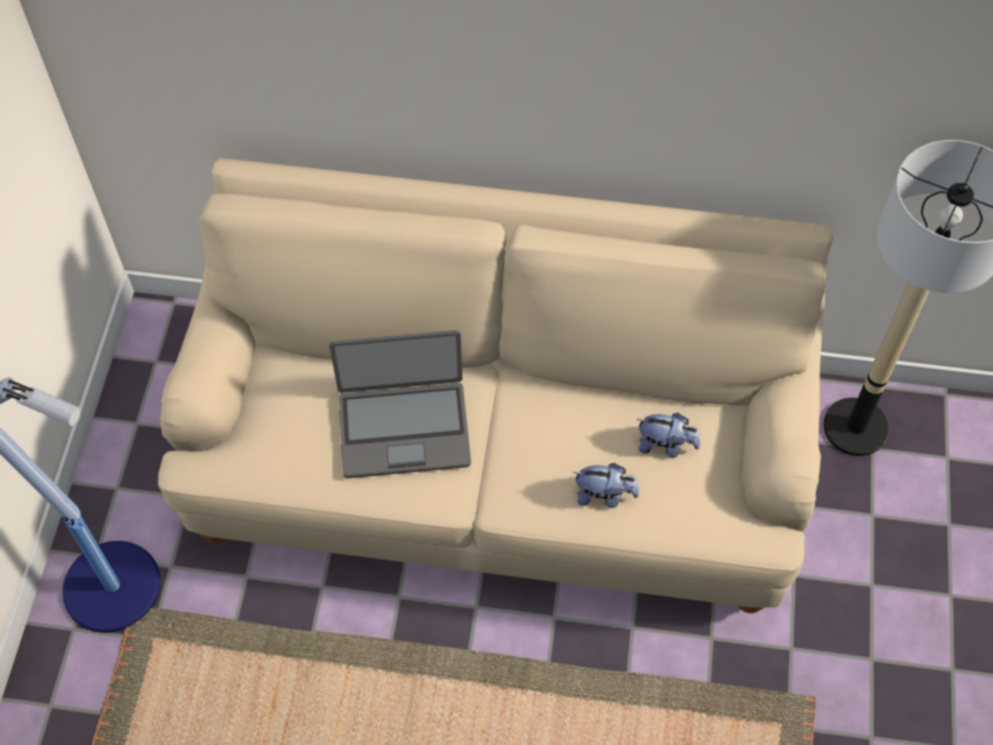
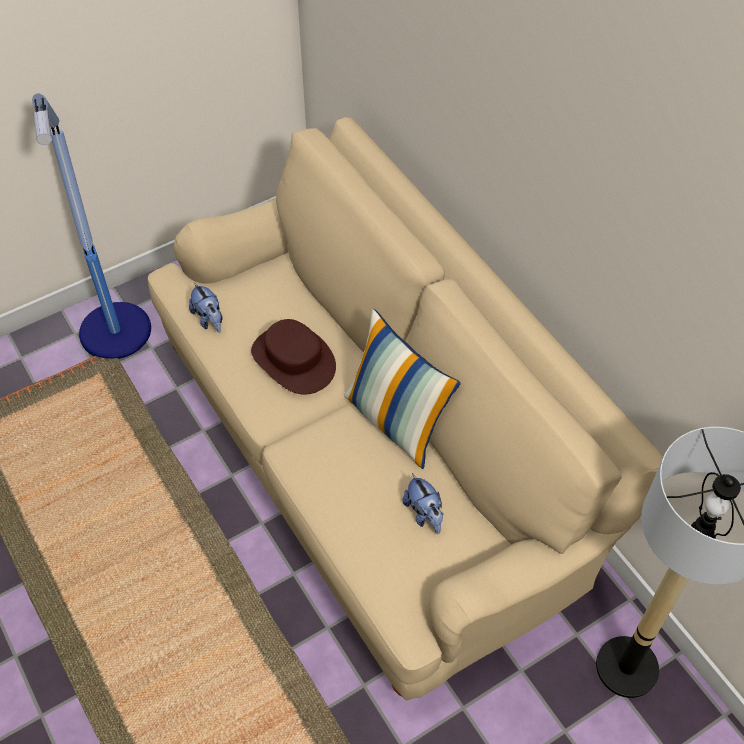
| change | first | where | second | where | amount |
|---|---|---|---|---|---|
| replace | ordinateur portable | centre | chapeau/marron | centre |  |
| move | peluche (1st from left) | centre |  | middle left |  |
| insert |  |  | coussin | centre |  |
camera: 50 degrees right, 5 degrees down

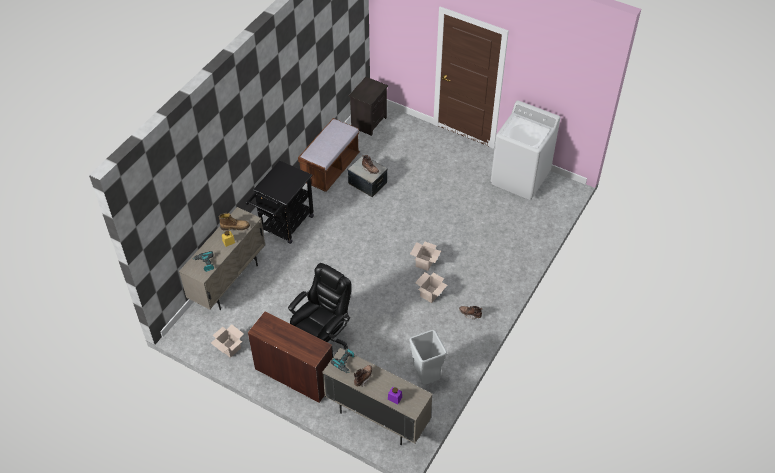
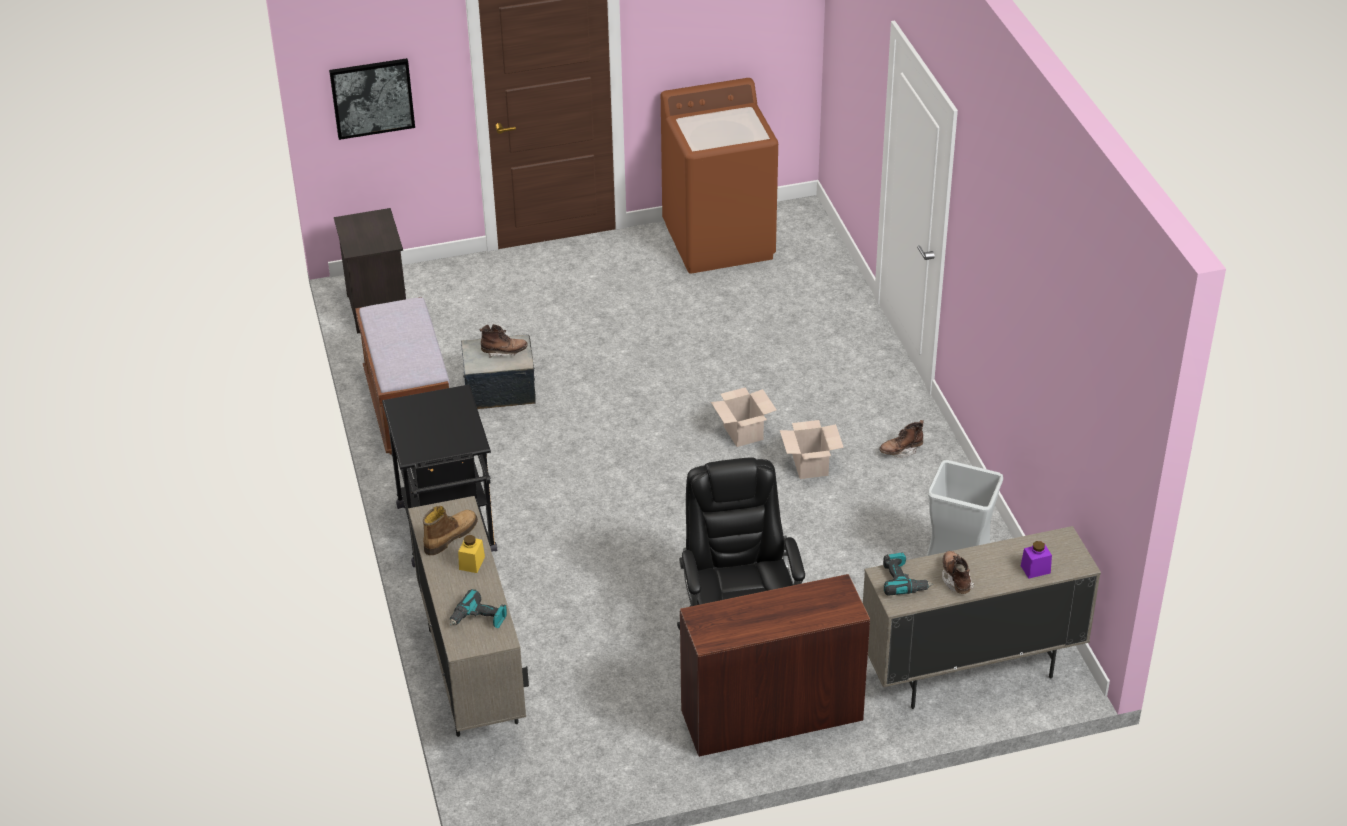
| change | first | where | second | where | amount |
|---|---|---|---|---|---|
| delete | carton (1st from left) | bottom left |  |  |  |
| recolor | lave-linge/blanc | top right | lave-linge/marron | top centre |  |
| insert |  |  | tableau | top left |  |
camera: 45 degrees left, 10 degrees down

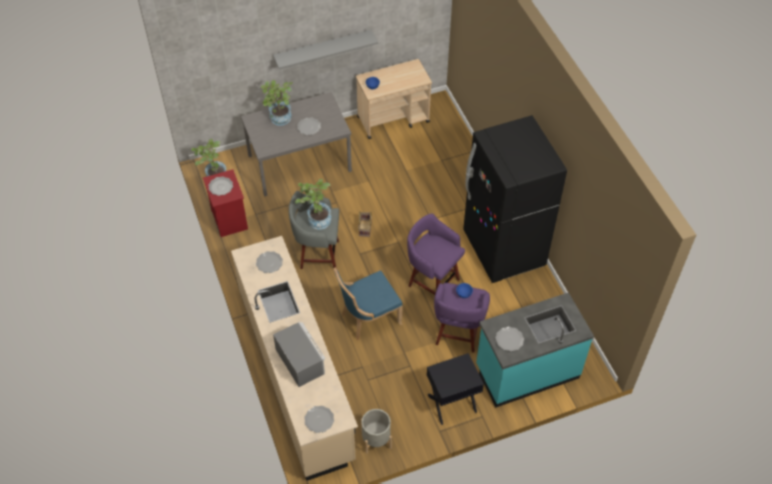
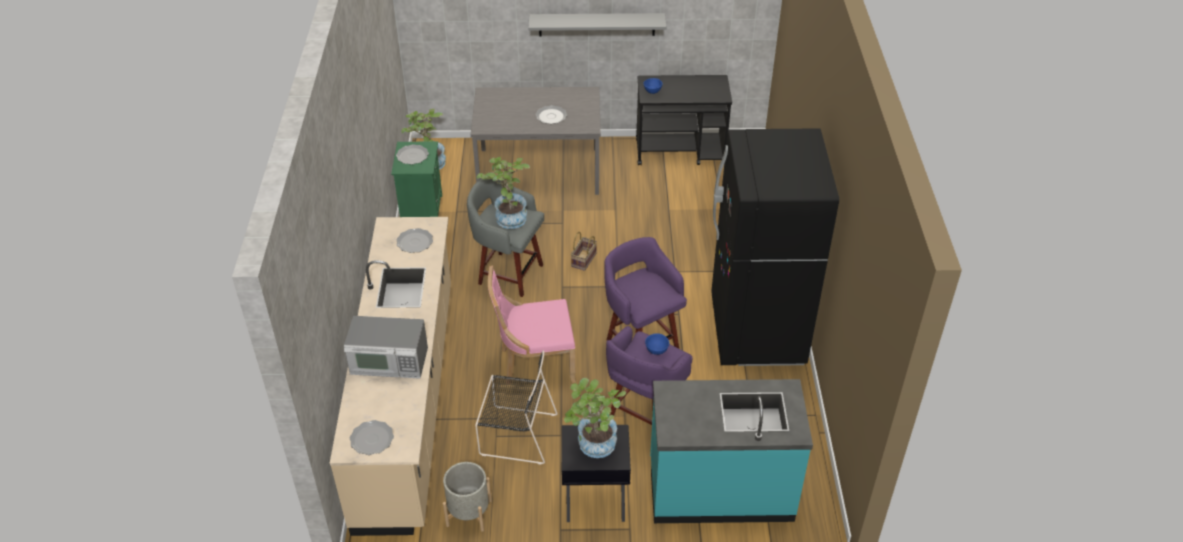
| change | first | where | second | where | amount |
|---|---|---|---|---|---|
| recolor | table de chevet/rouge | middle left | table de chevet/vert | top centre |  |
| move | plante en pot (2nd from left in the first image) | top centre | plante en pot (3rd from left) | bottom centre |  |
| rotate | micro-ondes | bottom centre |  | middle left | 105 degrees clockwise |
| recolor | chaise/bleu | centre | chaise/rose | centre |  |
| recolor | chariot/beige | top centre | chariot/noir | top centre |  |
| delete | assiette (5th from left) | bottom centre |  |  |  |
| insert |  |  | chaise/noir | bottom centre |  |
camera: 20 degrees right, 10 degrees down

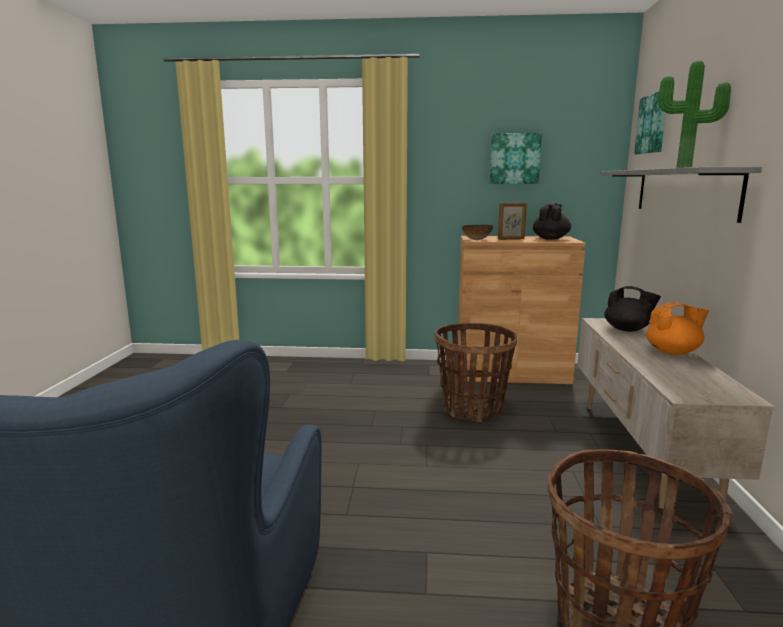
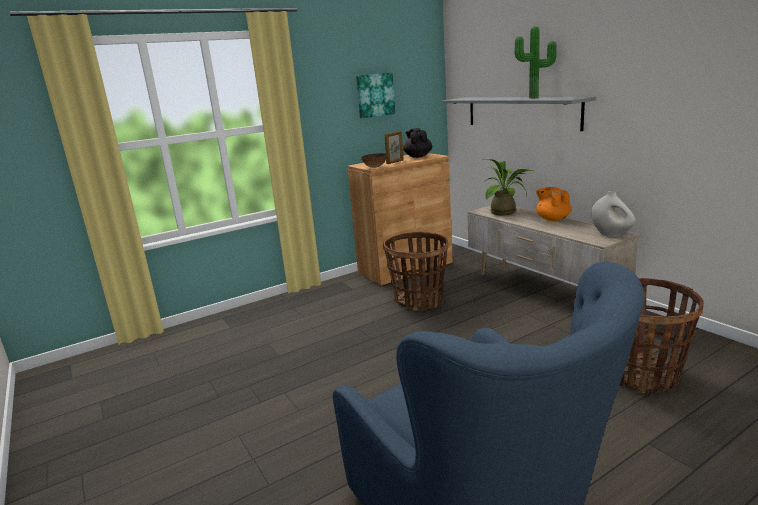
| change | first | where | second | where | amount |
|---|---|---|---|---|---|
| replace | théière/noir (2nd from left) | middle right | plante en pot (1st from left) | middle right |  |
| delete | tableau (2nd from left) | top right |  |  |  |
| rotate | théière/orange | middle right |  | middle right | 75 degrees counterclockwise |
| insert |  |  | vase/blanc | middle right |  |
camera: 35 degrees left, 5 degrees up

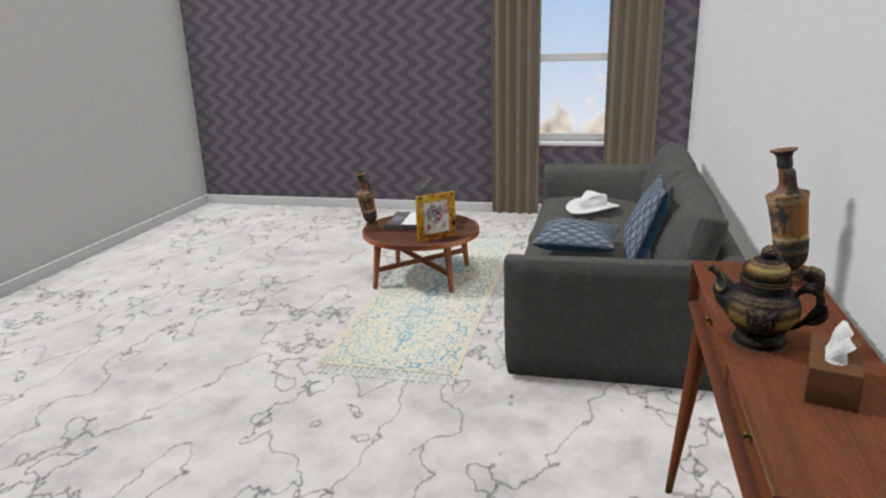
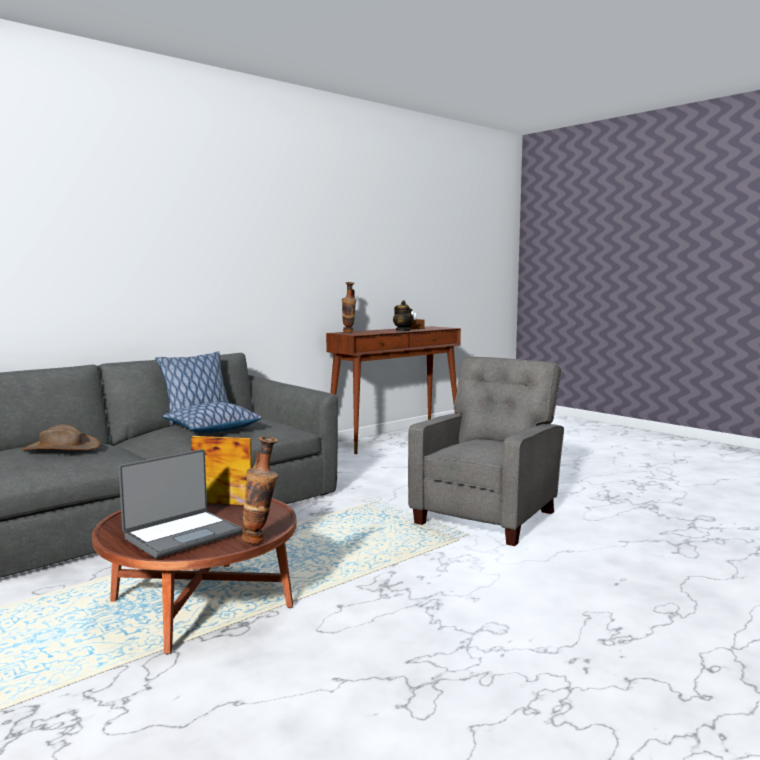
| change | first | where | second | where | amount |
|---|---|---|---|---|---|
| recolor | chapeau/blanc | middle right | chapeau/marron | middle left |  |
| insert |  |  | fauteuil/gris | centre |  |
camera: 145 degrees left, 10 degrees down

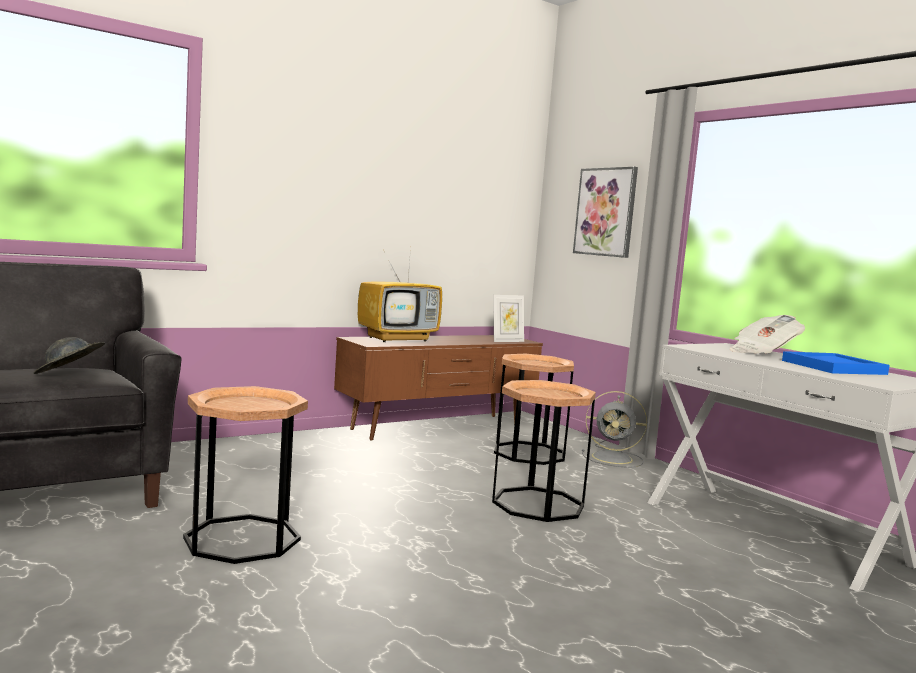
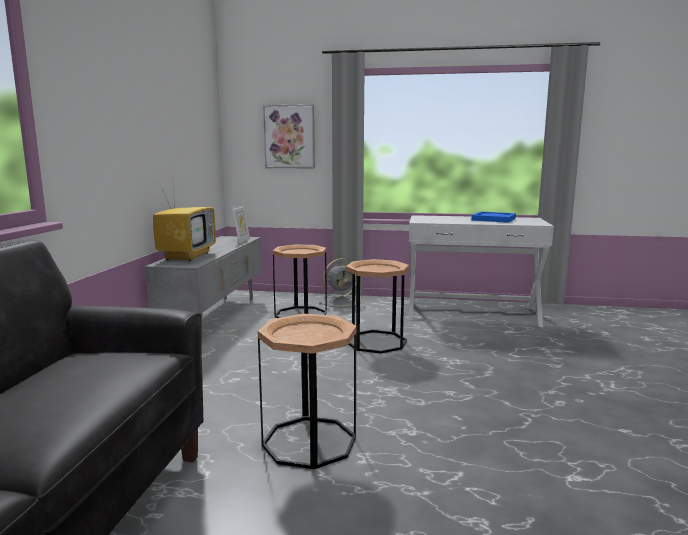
| change | first | where | second | where | amount |
|---|---|---|---|---|---|
| delete | chapeau/gris | middle left |  |  |  |
| recolor | meuble télé/marron | centre | meuble télé/gris | middle left |  |
| delete | journal | middle right |  |  |  |
camera: 45 degrees left, 5 degrees up

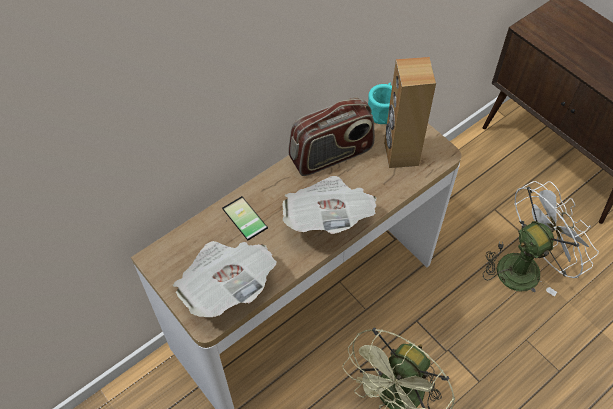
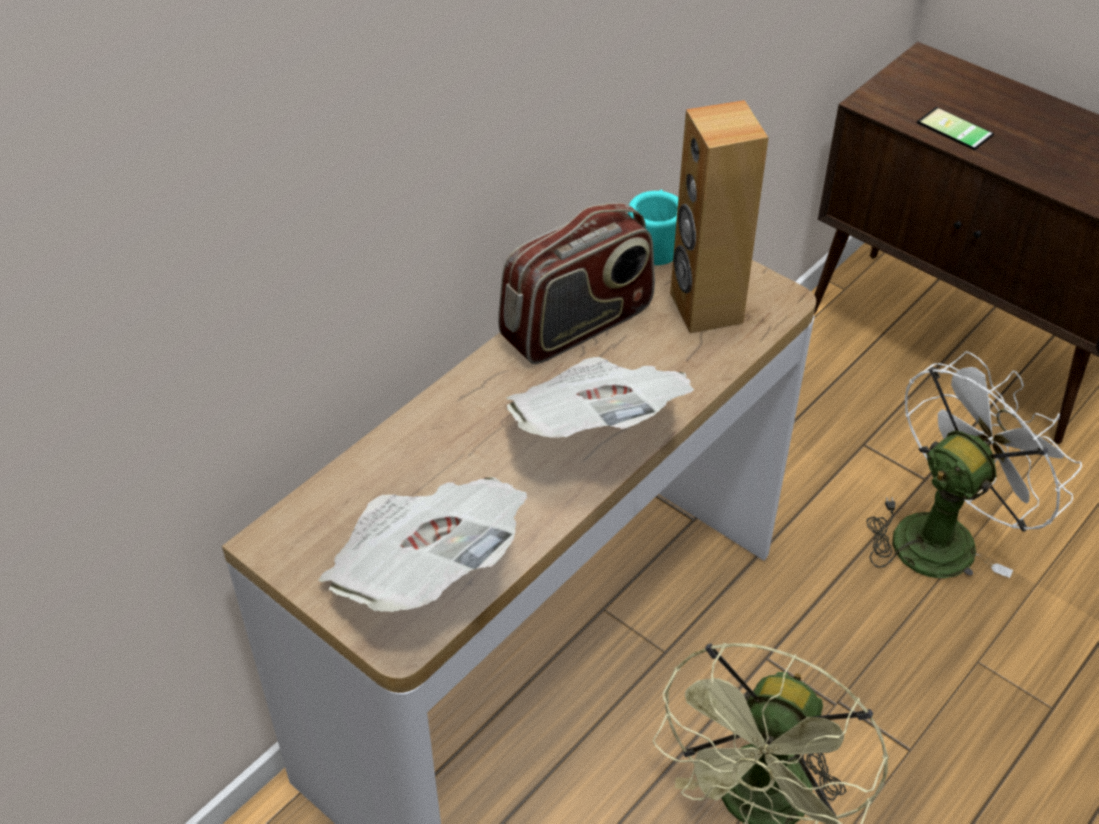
| change | first | where | second | where | amount |
|---|---|---|---|---|---|
| move | téléphone | centre |  | top right |  |
camera: 10 degrees left, 10 degrees down

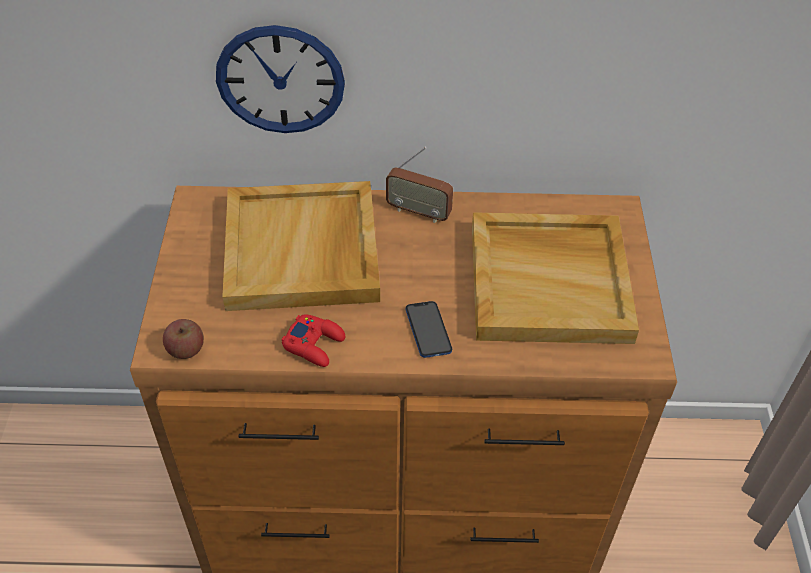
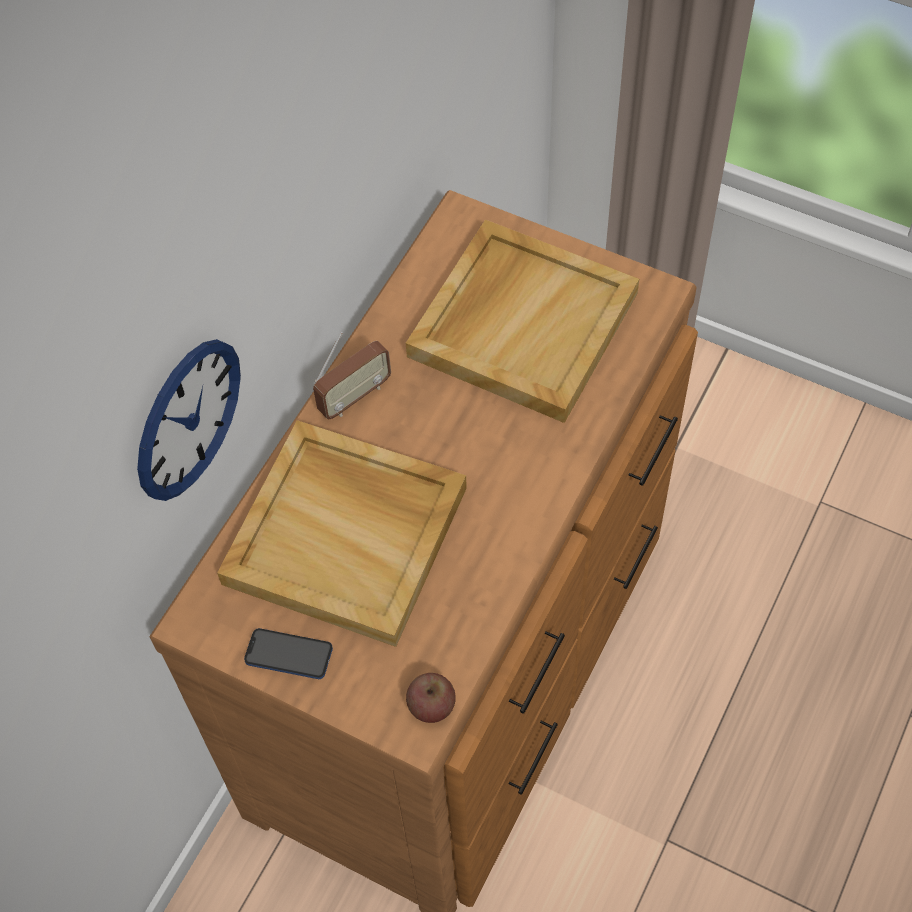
| change | first | where | second | where | amount |
|---|---|---|---|---|---|
| delete | manette/rouge | centre |  |  |  |
| move | téléphone | centre |  | bottom left |  |
camera: 60 degrees left, 10 degrees up

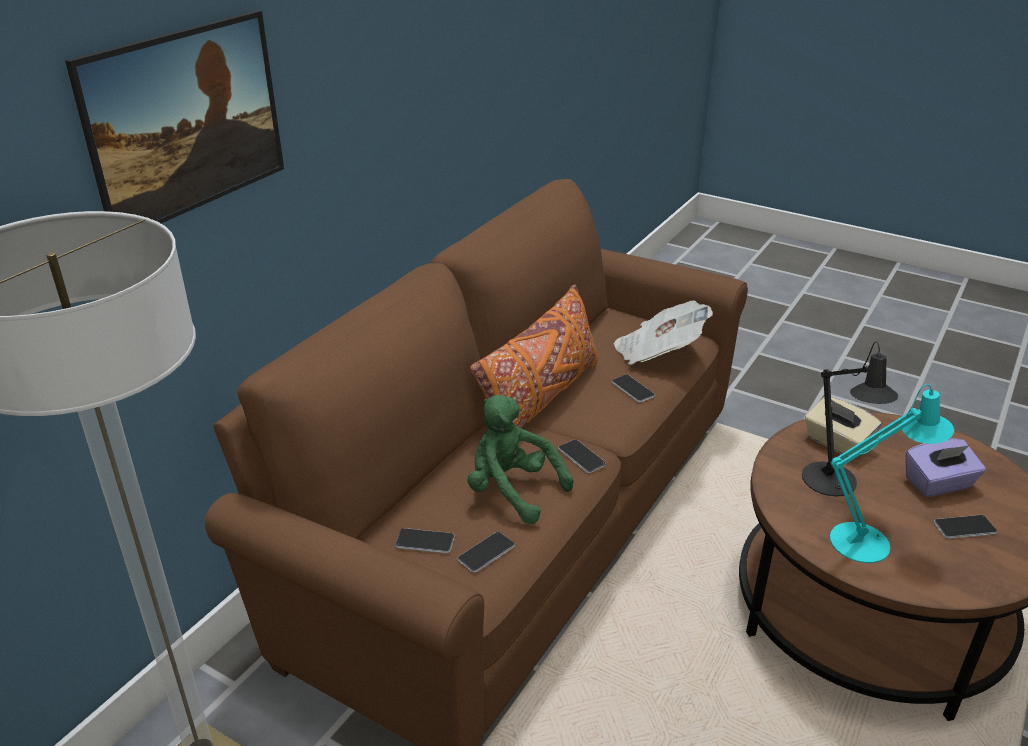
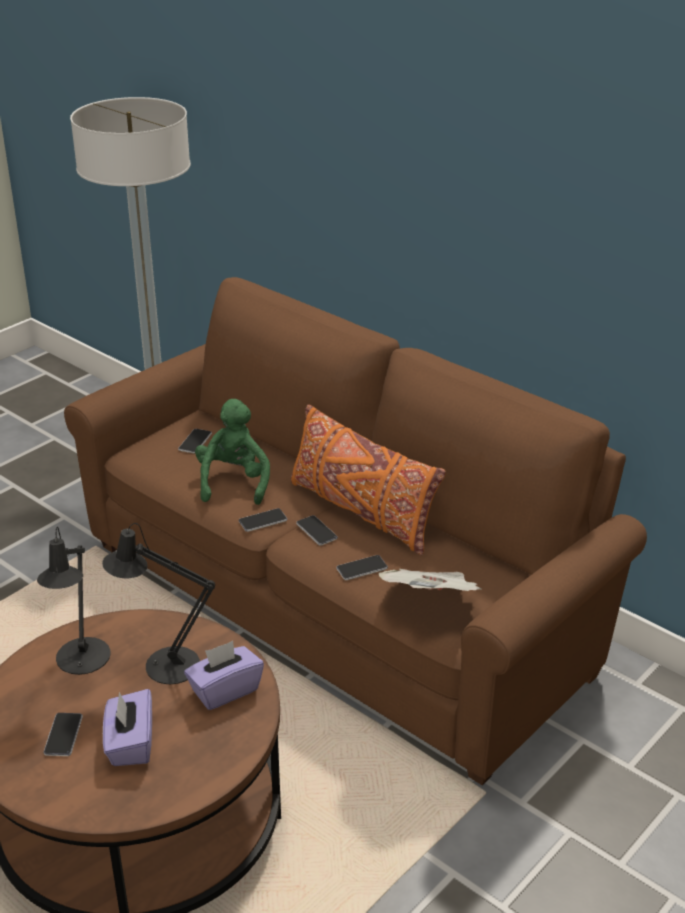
| change | first | where | second | where | amount |
|---|---|---|---|---|---|
| delete | tableau | top left |  |  |  |
| move | téléphone (2nd from left in the first image) | bottom centre | téléphone (4th from left) | centre |  |
| rotate | peluche/vert | centre |  | centre | 45 degrees counterclockwise |
| recolor | boîte à mouchoirs/beige | middle right | boîte à mouchoirs/violet (2nd from left) | bottom left |  |
| recolor | lampe de table/turquoise | middle right | lampe de table/noir (1st from left) | middle left |  |
camera: 100 degrees right, 0 degrees up

